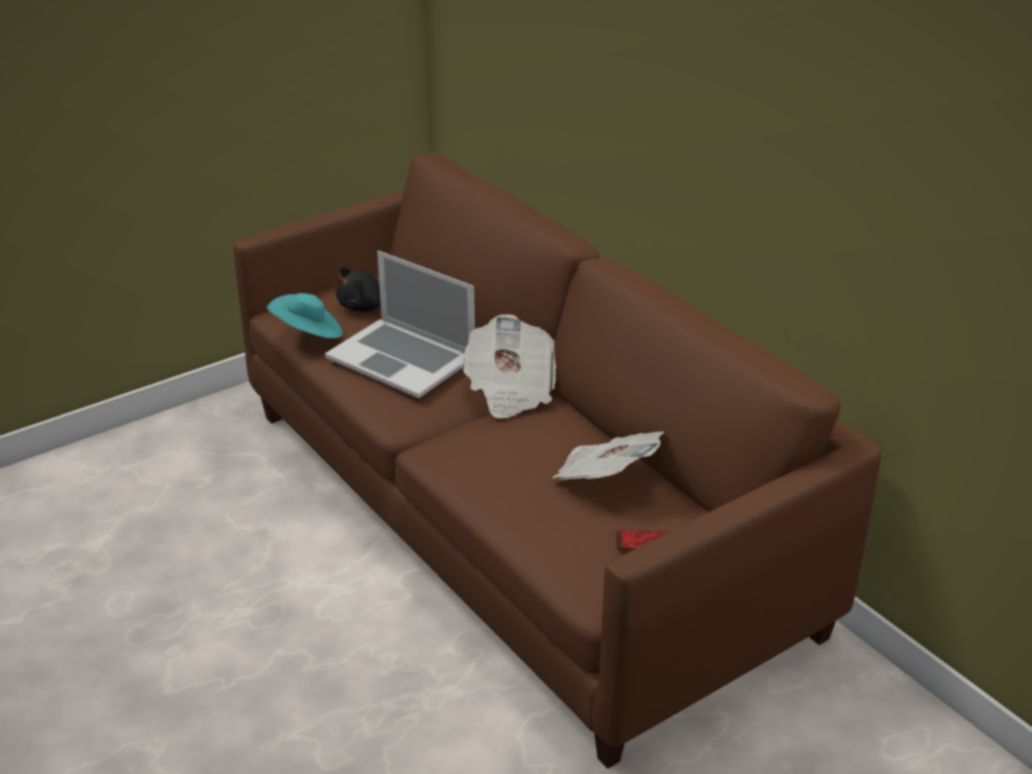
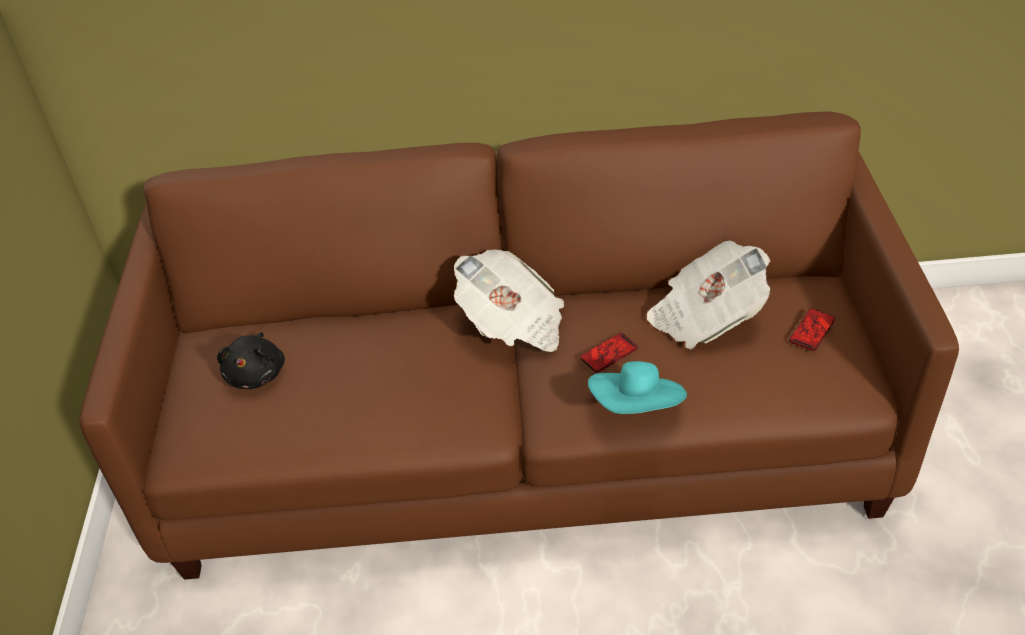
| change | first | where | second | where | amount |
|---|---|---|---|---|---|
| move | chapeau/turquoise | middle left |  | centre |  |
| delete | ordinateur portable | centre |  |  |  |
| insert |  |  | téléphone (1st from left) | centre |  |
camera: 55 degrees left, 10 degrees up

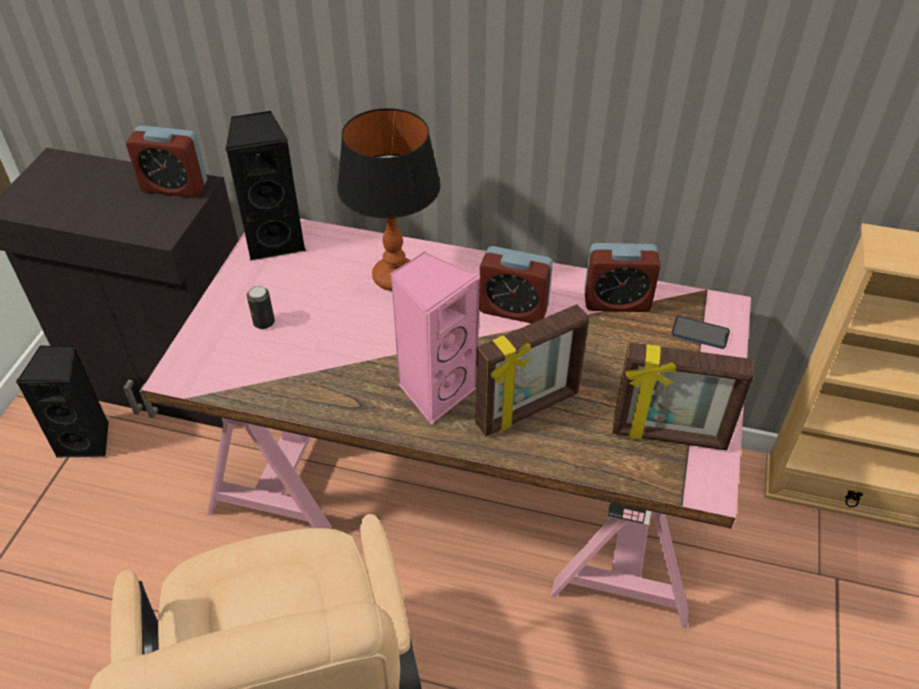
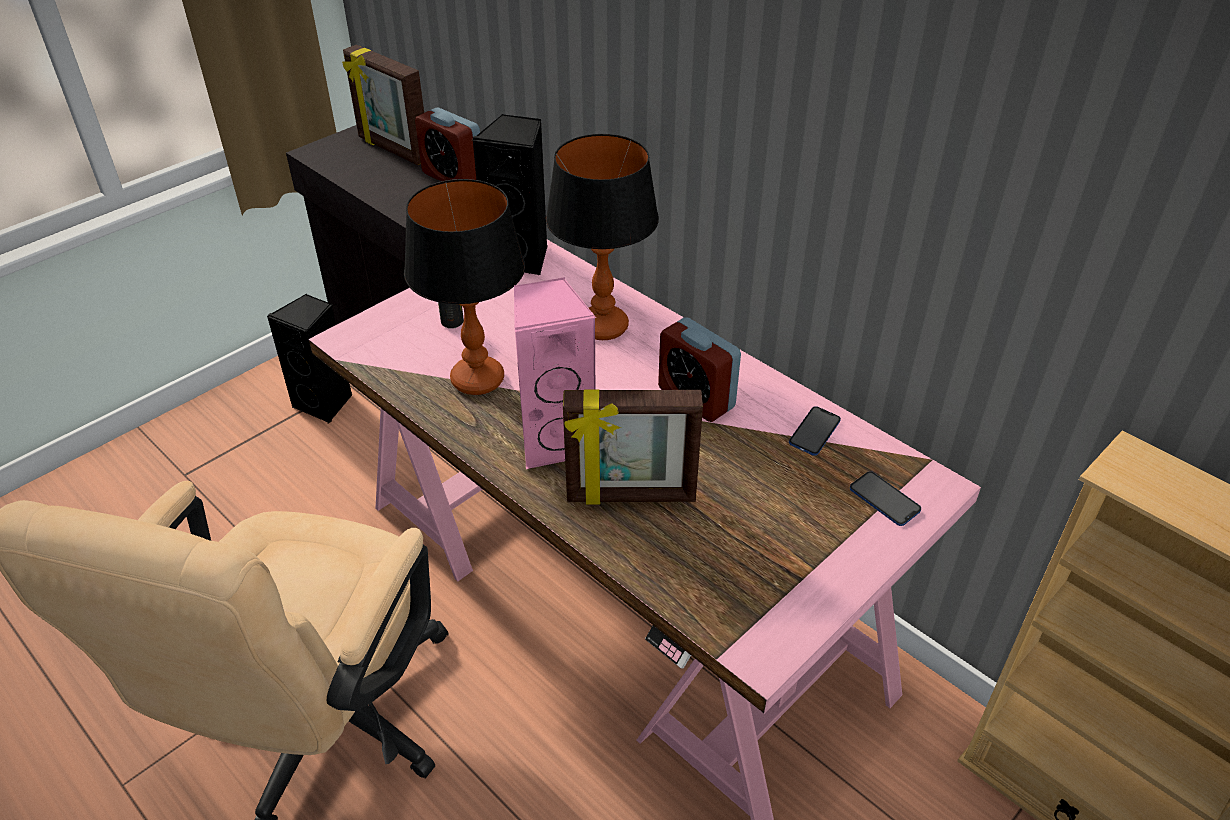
| change | first | where | second | where | amount |
|---|---|---|---|---|---|
| replace | réveil (3rd from left) | middle right | téléphone (1st from left) | centre |  |
| move | cadre photo (2nd from left in the first image) | middle right | cadre photo (1st from left) | top left |  |
| insert |  |  | lampe de table (1st from left) | centre |  |
camera: 30 degrees right, 5 degrees down

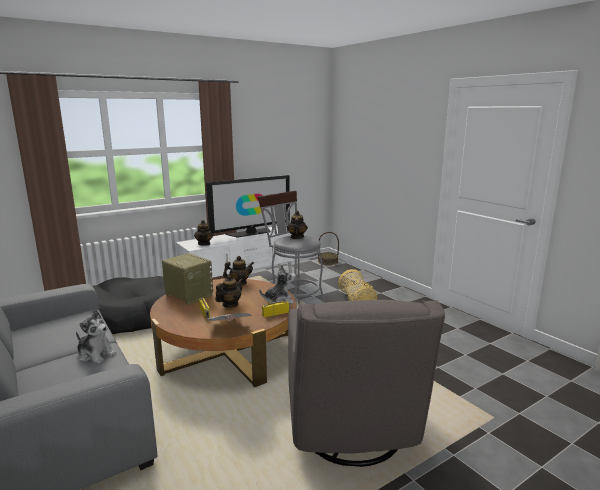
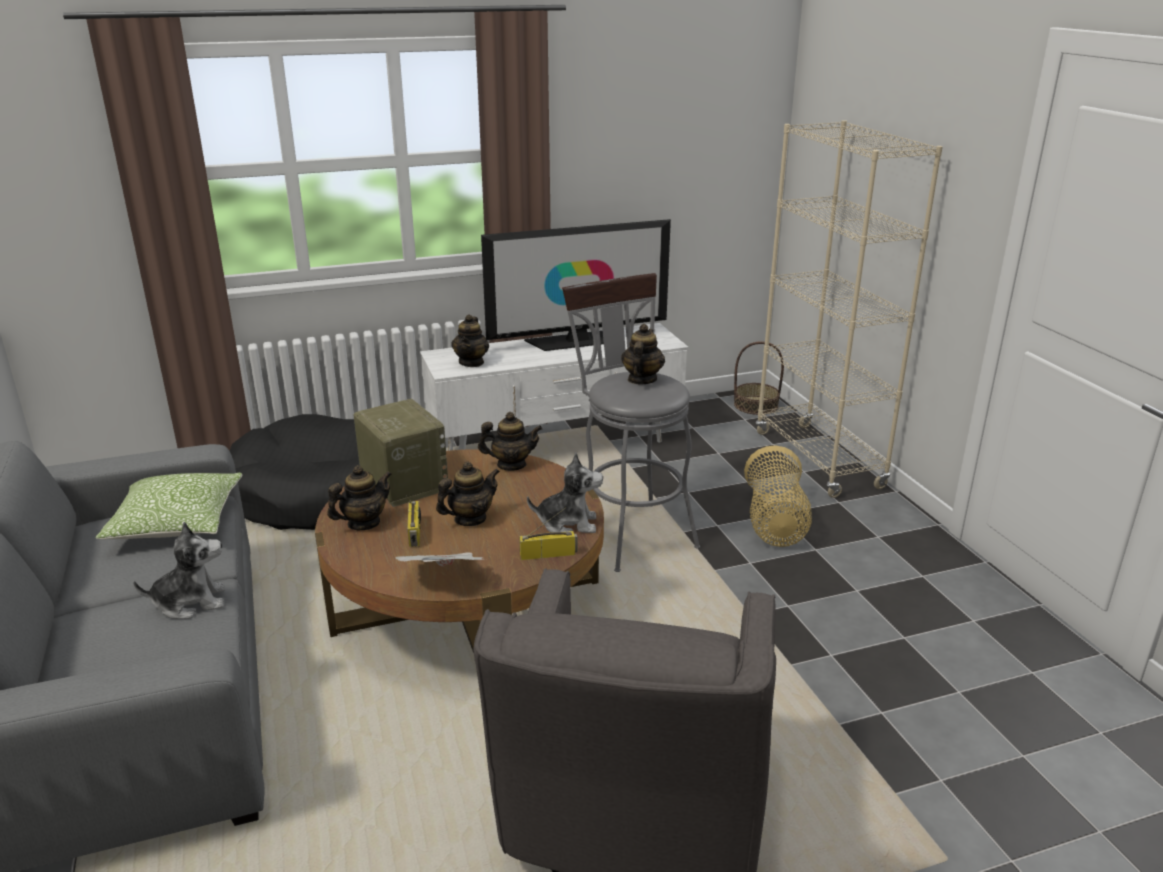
| change | first | where | second | where | amount |
|---|---|---|---|---|---|
| rotate | peluche (1st from left) | bottom left |  | middle left | 60 degrees counterclockwise |
| insert |  |  | coussin | middle left |  |
| insert |  |  | théière (1st from left) | middle left |  |
| insert |  |  | bibliothèque/beige | middle right |  |
camera: 15 degrees right, 10 degrees up

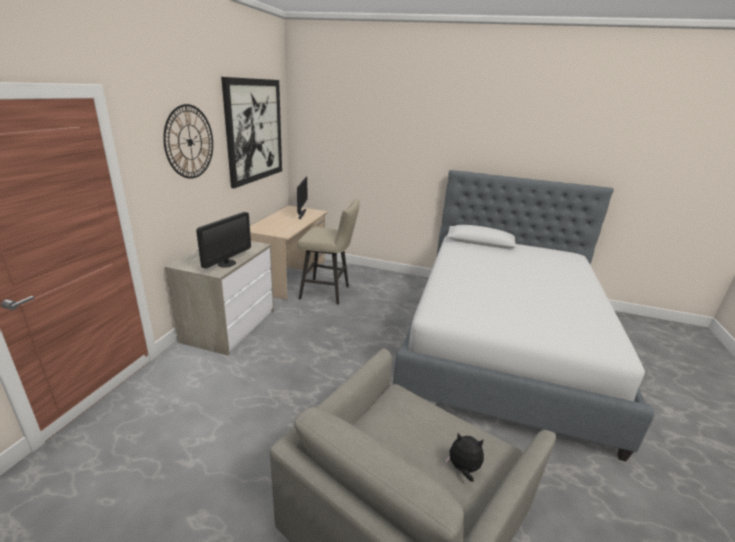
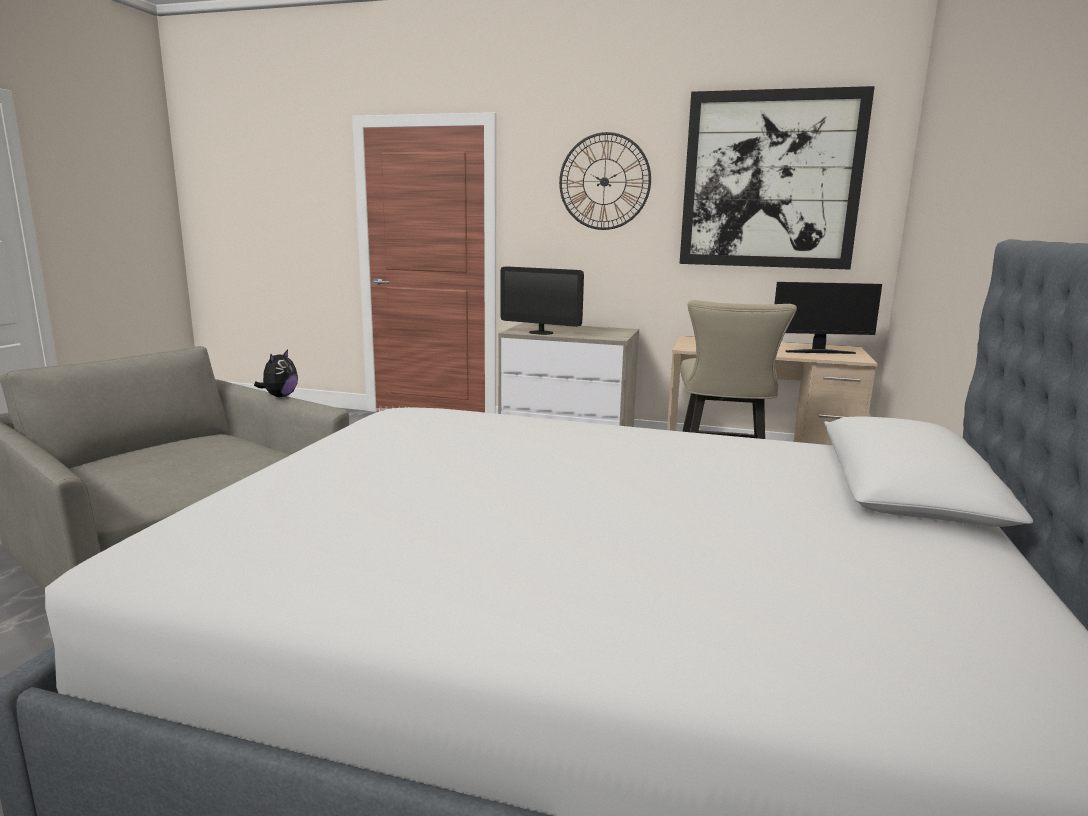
| change | first | where | second | where | amount |
|---|---|---|---|---|---|
| move | peluche | bottom centre |  | middle left |  |
camera: 90 degrees right, 10 degrees down

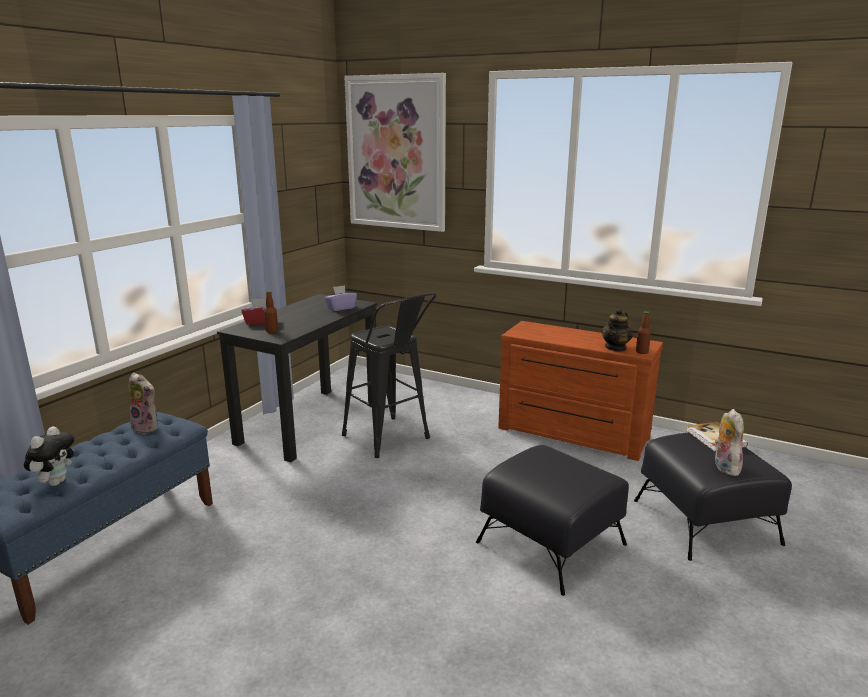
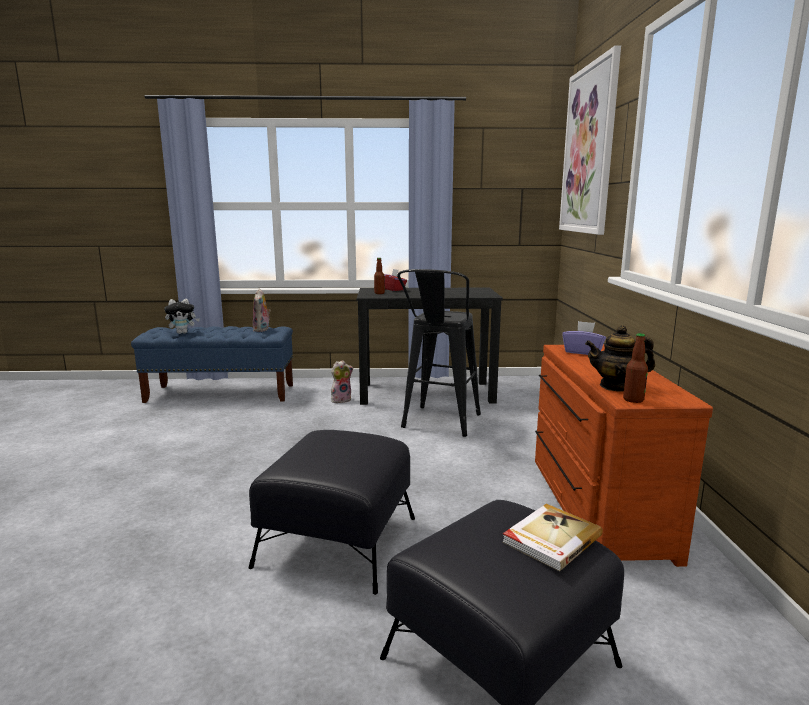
| change | first | where | second | where | amount |
|---|---|---|---|---|---|
| move | boîte à mouchoirs/violet | centre |  | middle right |  |
| move | peluche (3rd from left) | middle right |  | centre |  |
camera: 60 degrees right, 5 degrees down

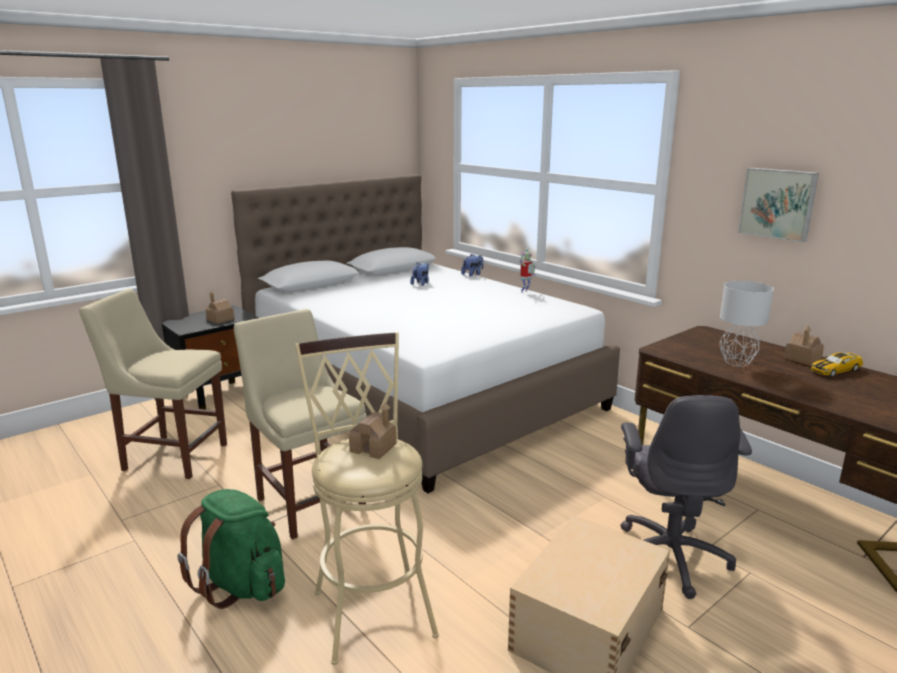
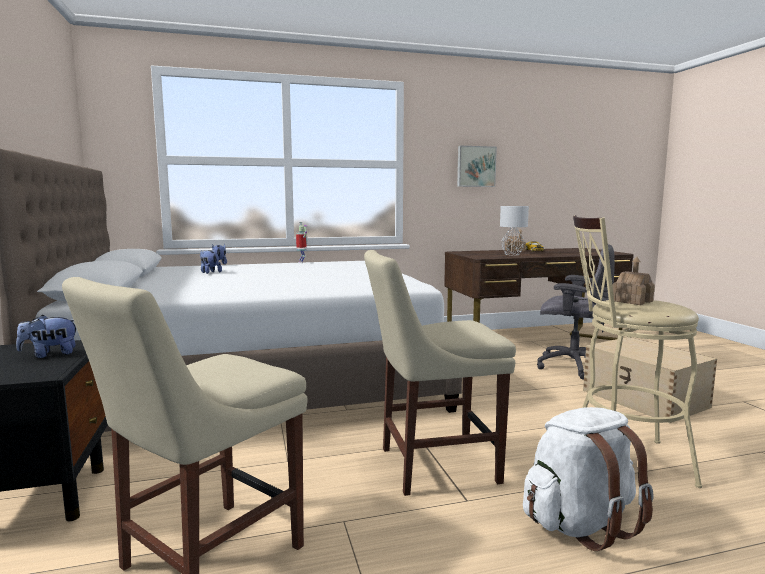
| change | first | where | second | where | amount |
|---|---|---|---|---|---|
| recolor | sac à dos/vert | bottom left | sac à dos/blanc | bottom right |  |
| replace | maison miniature (1st from left) | middle left | peluche (1st from left) | middle left |  |
camera: 65 degrees left, 10 degrees down

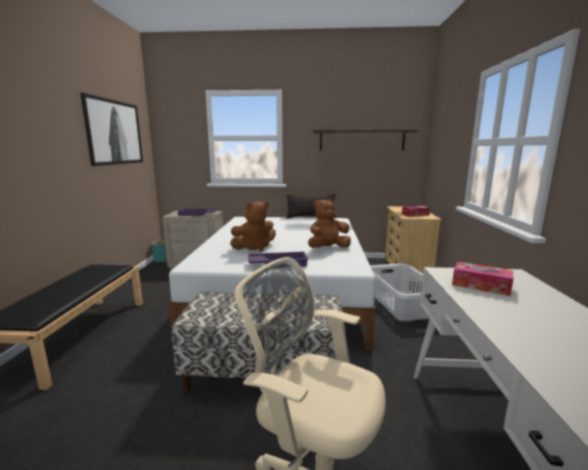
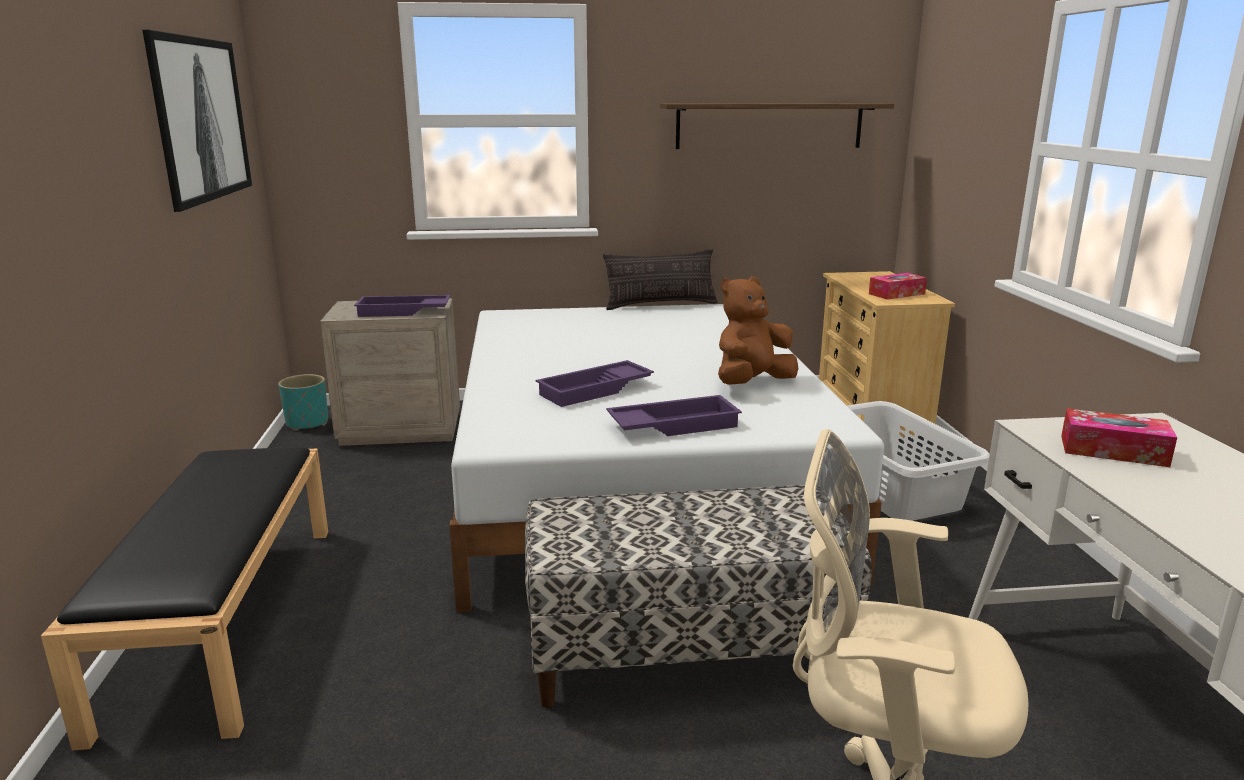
| change | first | where | second | where | amount |
|---|---|---|---|---|---|
| replace | peluche/marron (1st from left) | centre | plateau/violet (2nd from left) | centre |  |
camera: 10 degrees left, 5 degrees up

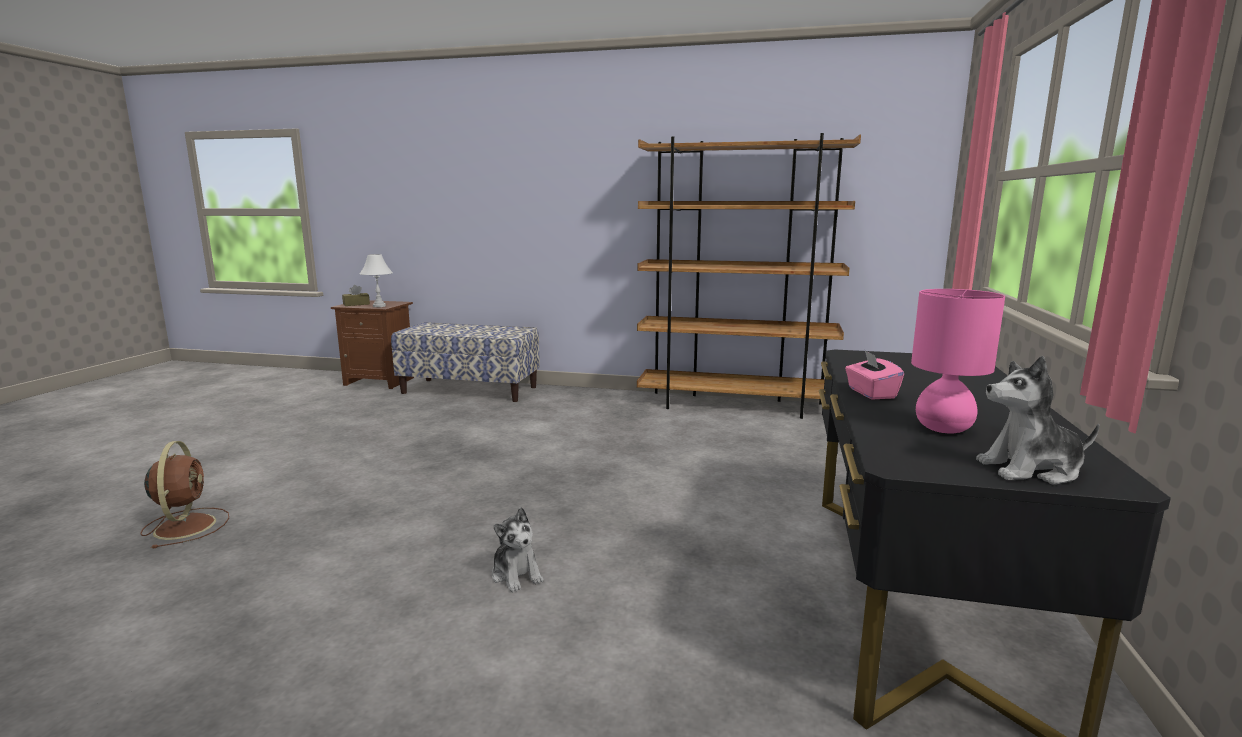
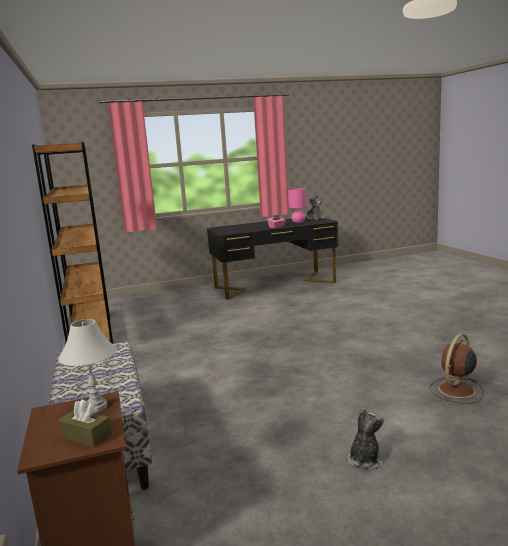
| change | first | where | second | where | amount |
|---|---|---|---|---|---|
| move | peluche (1st from left in the first image) | bottom centre | peluche (2nd from left) | bottom right |  |
camera: 120 degrees left, 0 degrees up

